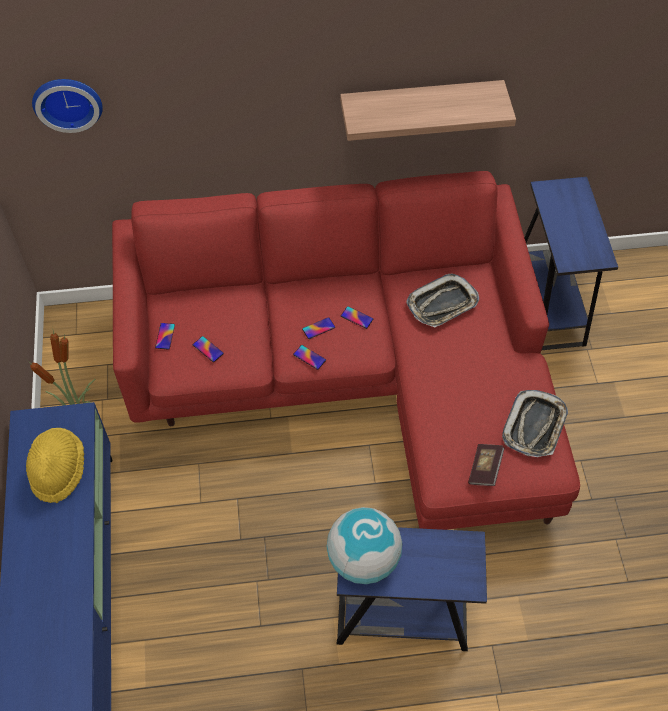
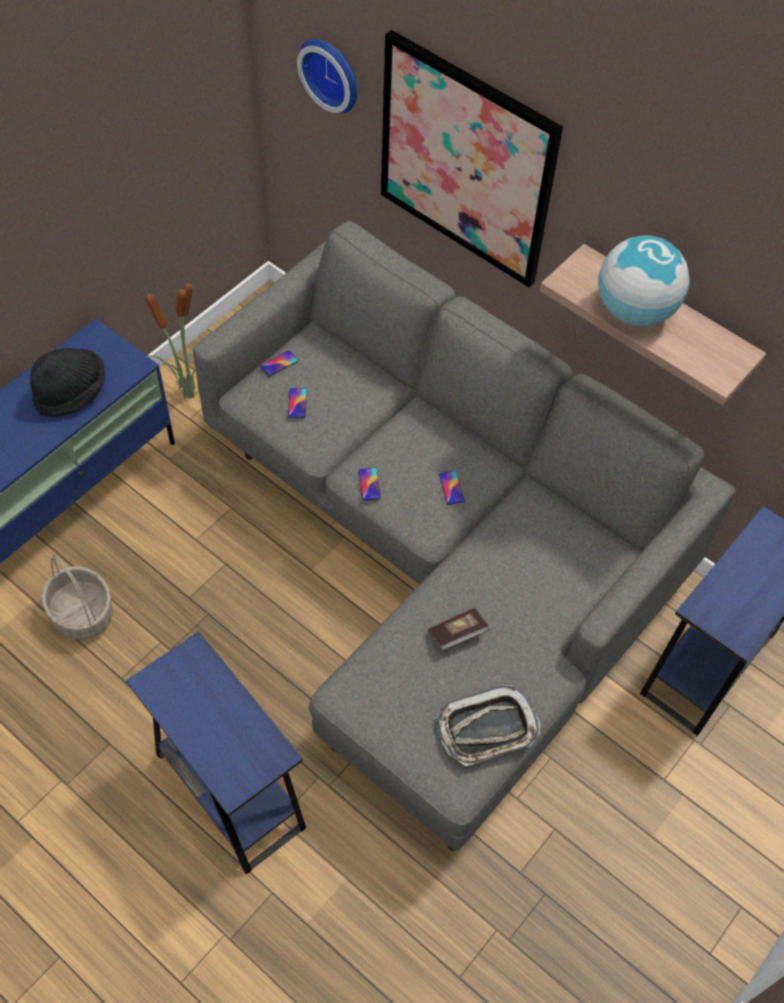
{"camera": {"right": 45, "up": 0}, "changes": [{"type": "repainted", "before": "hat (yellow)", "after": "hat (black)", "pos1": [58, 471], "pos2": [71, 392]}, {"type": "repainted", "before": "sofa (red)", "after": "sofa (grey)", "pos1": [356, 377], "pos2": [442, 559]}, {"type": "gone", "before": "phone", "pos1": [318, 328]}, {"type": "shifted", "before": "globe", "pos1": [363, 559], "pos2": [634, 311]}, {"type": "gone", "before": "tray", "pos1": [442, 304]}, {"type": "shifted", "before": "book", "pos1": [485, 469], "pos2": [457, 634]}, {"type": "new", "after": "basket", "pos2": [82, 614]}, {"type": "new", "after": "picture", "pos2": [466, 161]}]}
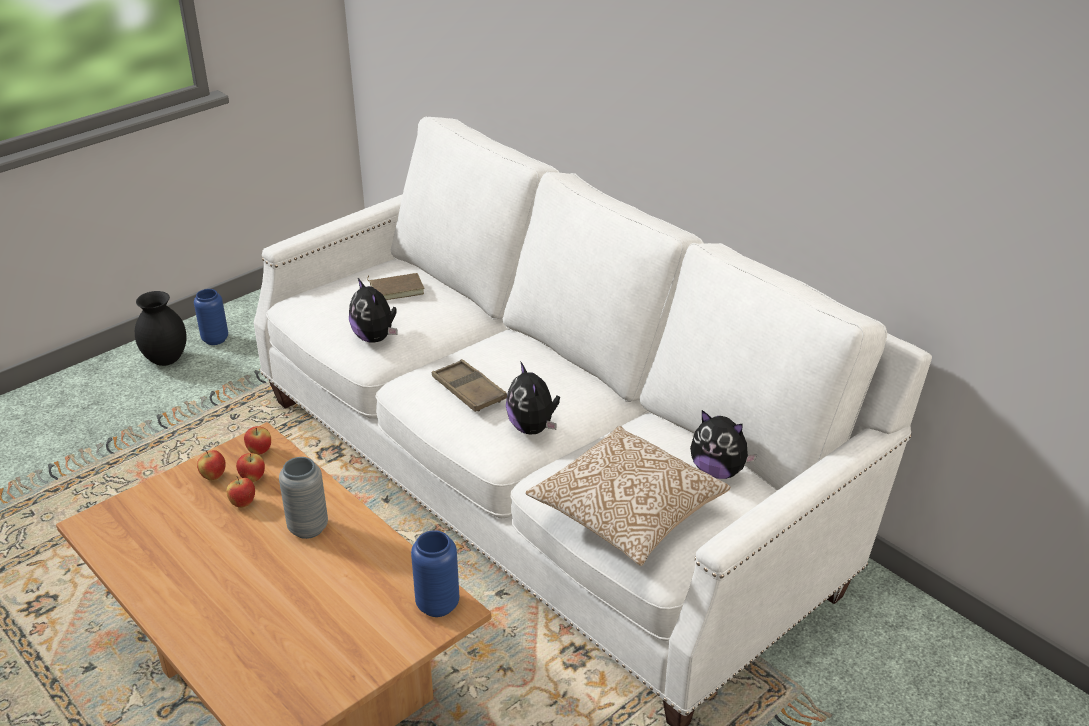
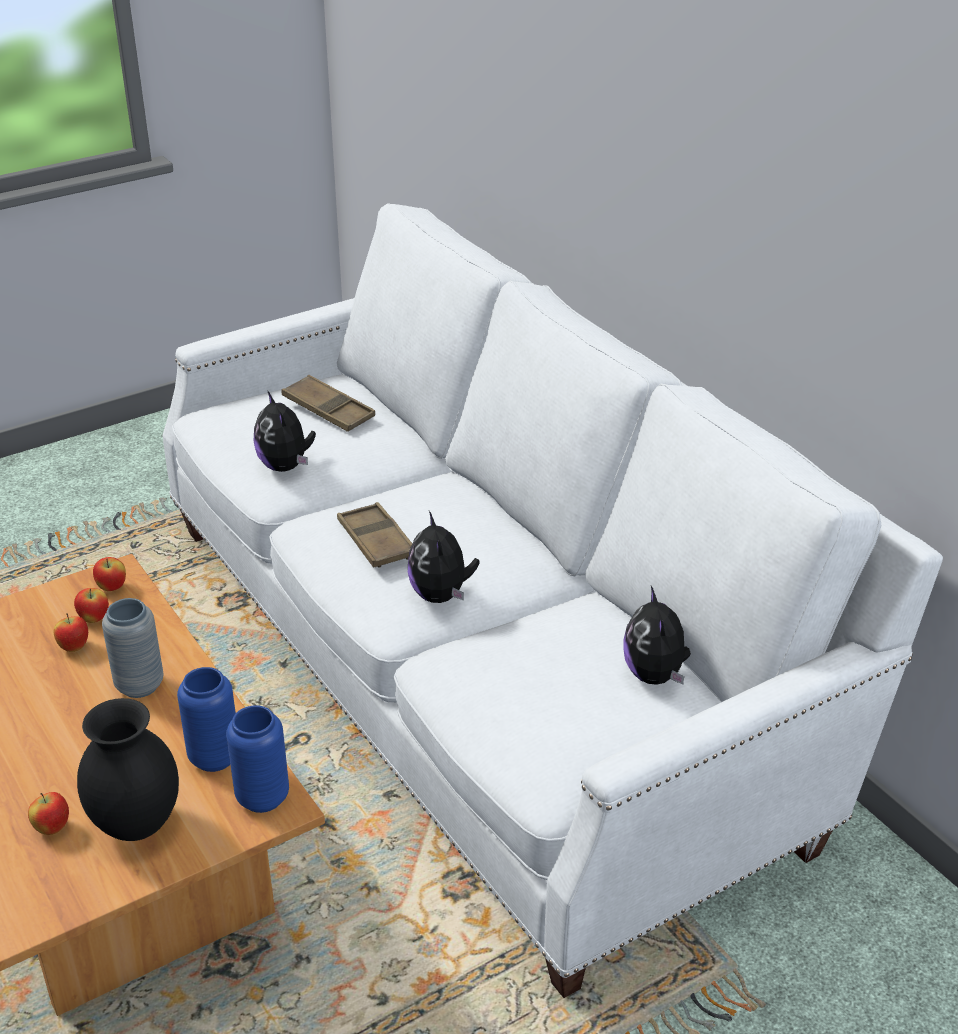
{"camera": {"right": 10, "up": 0}, "changes": [{"type": "shifted", "before": "vase (black)", "pos1": [166, 359], "pos2": [136, 824]}, {"type": "shifted", "before": "vase (blue)", "pos1": [215, 339], "pos2": [214, 757]}, {"type": "shifted", "before": "apple", "pos1": [214, 476], "pos2": [52, 828]}, {"type": "swapped", "before": "book (brown)", "after": "tray (brown)", "pos1": [396, 289], "pos2": [328, 410]}, {"type": "gone", "before": "pillow", "pos1": [626, 513]}, {"type": "rotated", "before": "plush toy", "pos1": [718, 471], "pos2": [656, 675], "turn": 45}]}
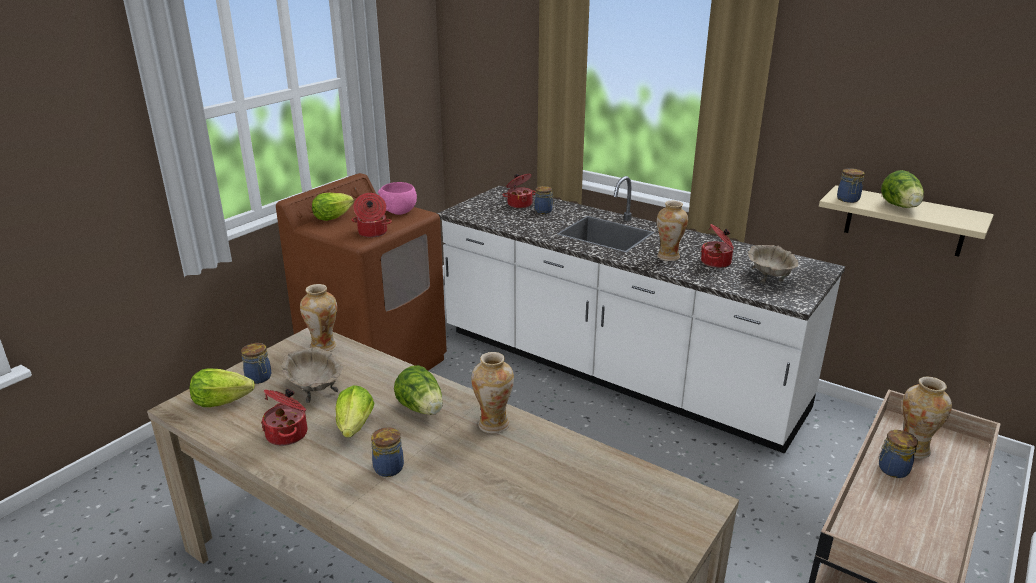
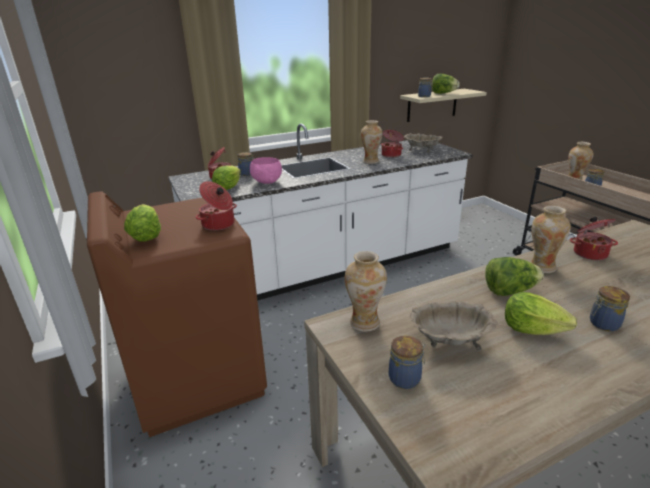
{"camera": {"right": -60, "up": 0}, "changes": [{"type": "shifted", "before": "lettuce", "pos1": [221, 401], "pos2": [228, 187]}, {"type": "shifted", "before": "cooking pot", "pos1": [288, 434], "pos2": [589, 253]}, {"type": "shifted", "before": "bowl (pink)", "pos1": [399, 212], "pos2": [267, 181]}]}
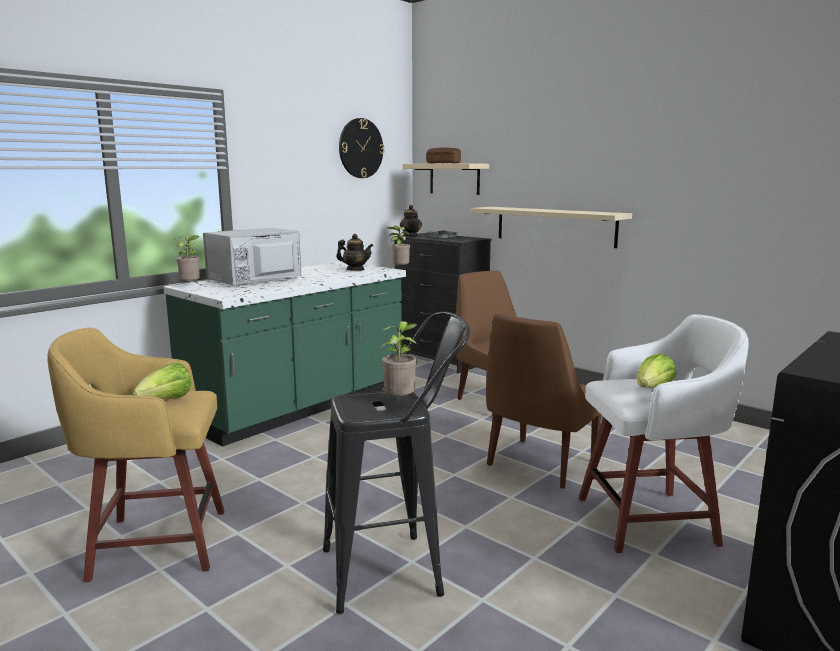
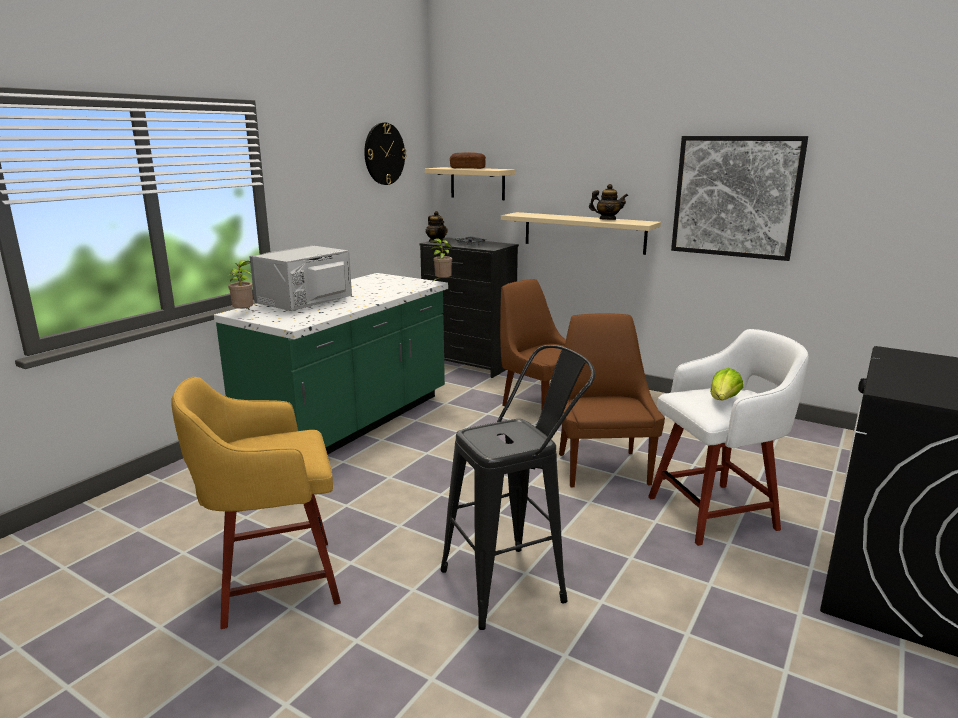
{"camera": {"right": -10, "up": 5}, "changes": [{"type": "gone", "before": "lettuce", "pos1": [165, 401]}, {"type": "shifted", "before": "teapot", "pos1": [355, 270], "pos2": [607, 219]}, {"type": "gone", "before": "potted plant", "pos1": [400, 402]}, {"type": "rotated", "before": "chair (brown)", "pos1": [539, 464], "pos2": [602, 467], "turn": 150}, {"type": "new", "after": "picture", "pos2": [735, 197]}]}
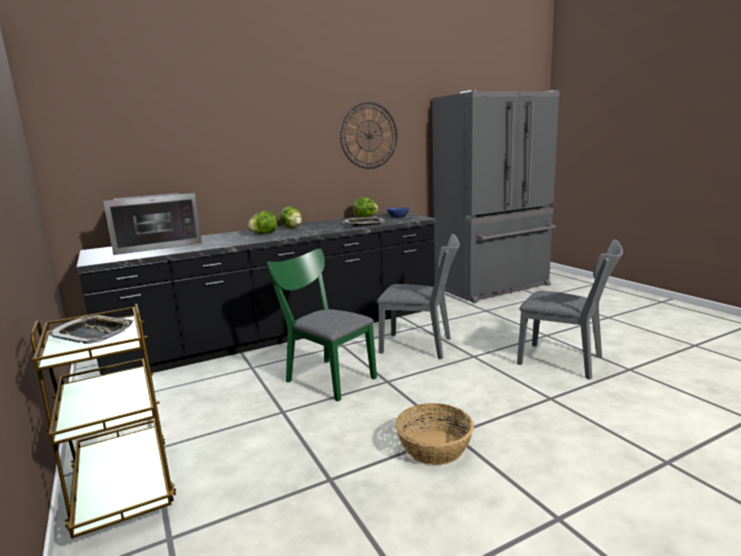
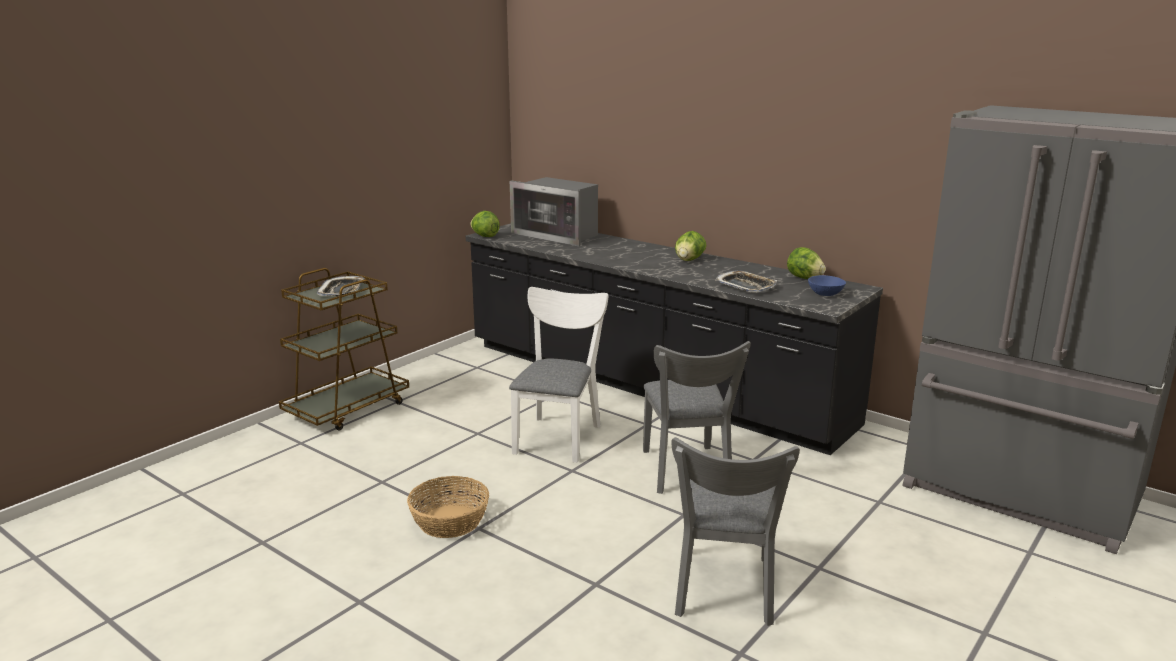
{"camera": {"right": 65, "up": 5}, "changes": [{"type": "shifted", "before": "lettuce", "pos1": [264, 234], "pos2": [485, 236]}, {"type": "repainted", "before": "chair (green)", "after": "chair (white)", "pos1": [326, 377], "pos2": [559, 435]}, {"type": "gone", "before": "wall clock", "pos1": [369, 135]}]}
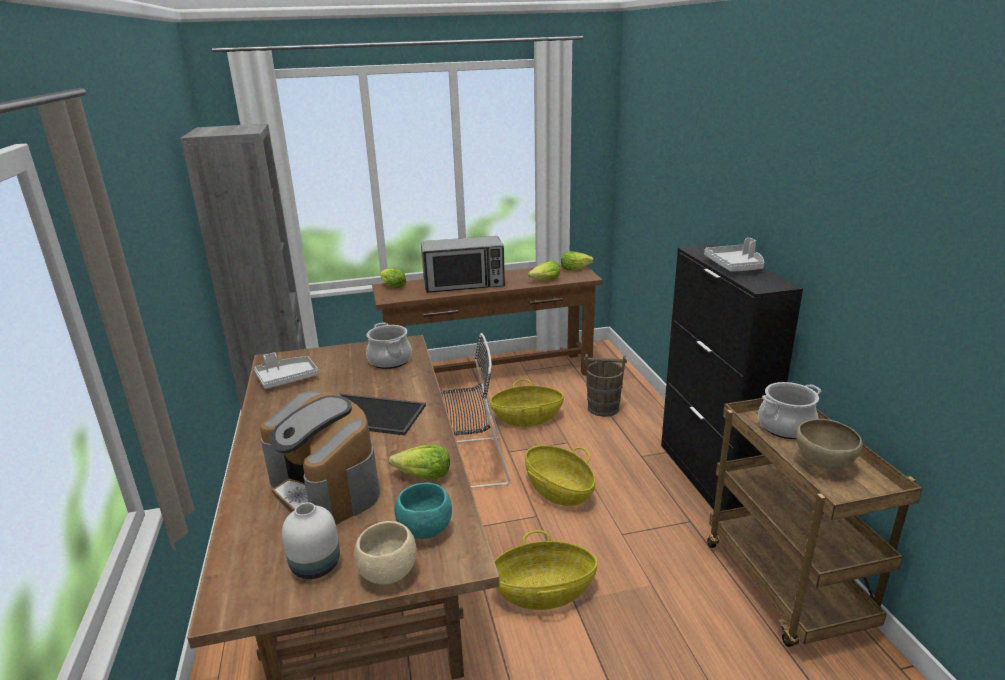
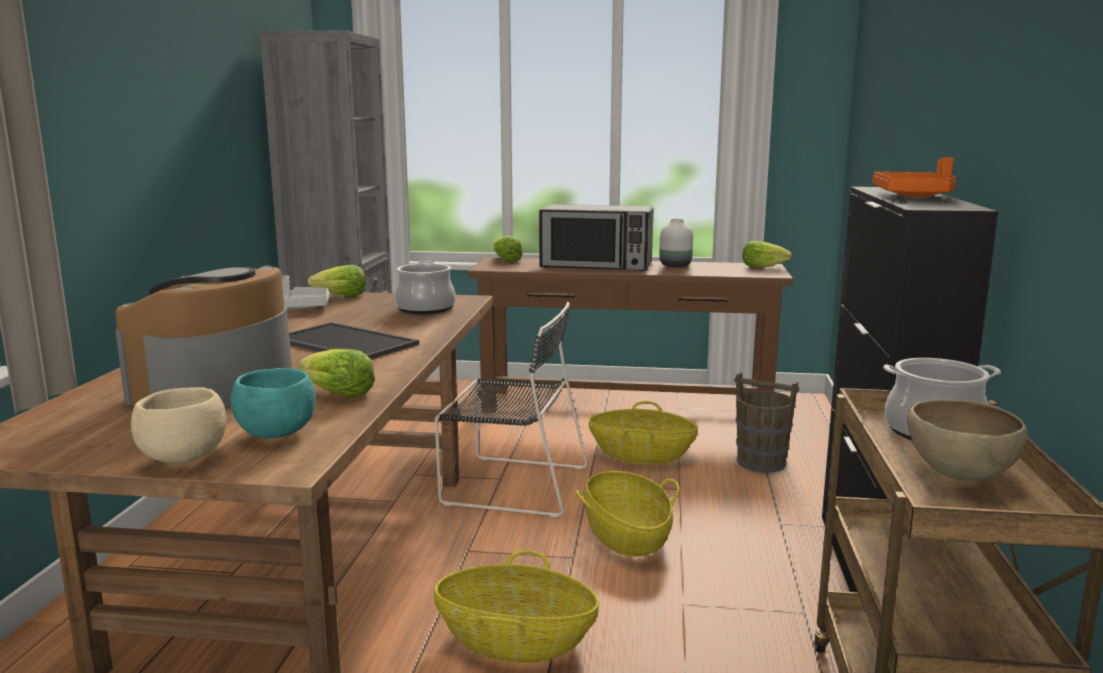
{"camera": {"right": 20, "up": -10}, "changes": [{"type": "rotated", "before": "coffee machine", "pos1": [327, 488], "pos2": [216, 386], "turn": 45}, {"type": "shifted", "before": "vase (white)", "pos1": [315, 565], "pos2": [675, 265]}, {"type": "shifted", "before": "lettuce", "pos1": [545, 280], "pos2": [340, 296]}, {"type": "repainted", "before": "tray (grey)", "after": "tray (orange)", "pos1": [735, 266], "pos2": [914, 196]}]}
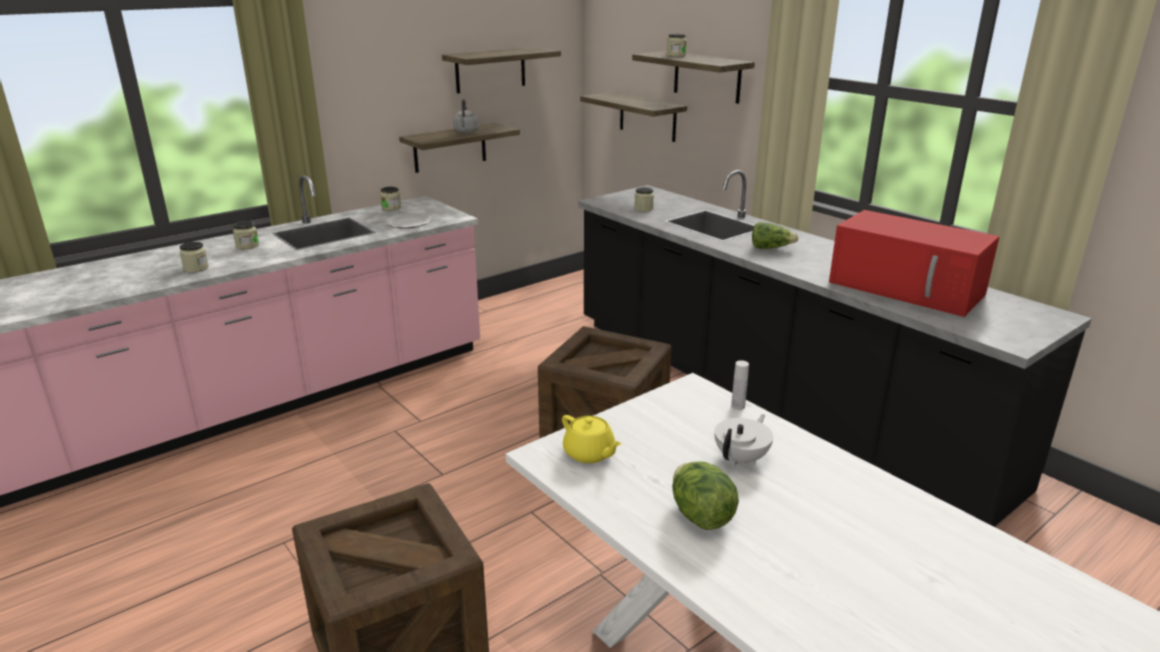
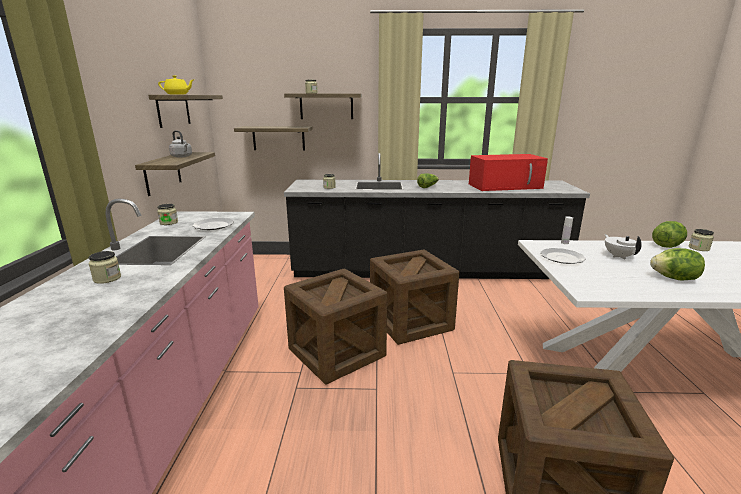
{"camera": {"right": -50, "up": -5}, "changes": [{"type": "shifted", "before": "jar", "pos1": [196, 268], "pos2": [699, 248]}, {"type": "shifted", "before": "teapot (yellow)", "pos1": [589, 454], "pos2": [177, 94]}, {"type": "new", "after": "crate", "pos2": [336, 352]}, {"type": "new", "after": "plate", "pos2": [561, 257]}, {"type": "new", "after": "lettuce", "pos2": [667, 246]}]}
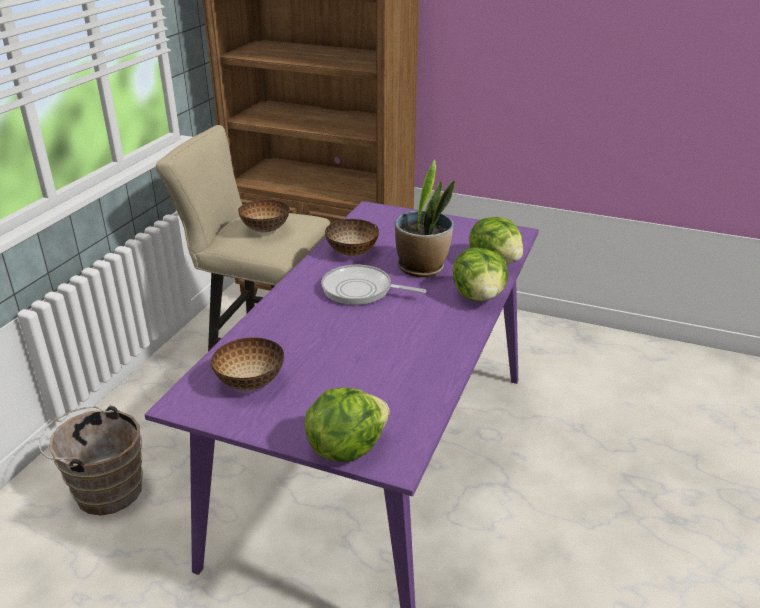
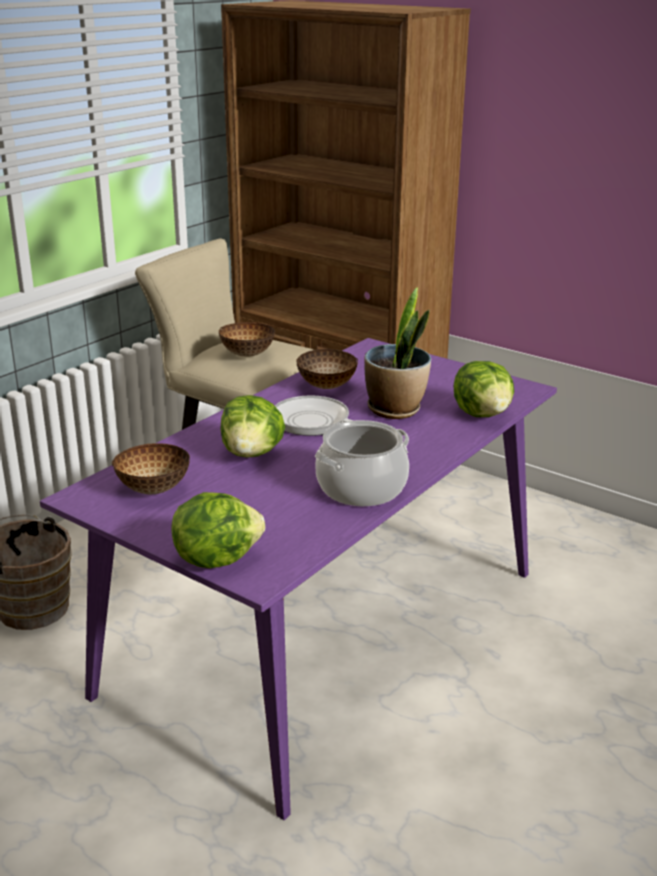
{"camera": {"right": 15, "up": -5}, "changes": [{"type": "shifted", "before": "lettuce", "pos1": [479, 296], "pos2": [252, 454]}, {"type": "new", "after": "cooking pot", "pos2": [361, 488]}]}
